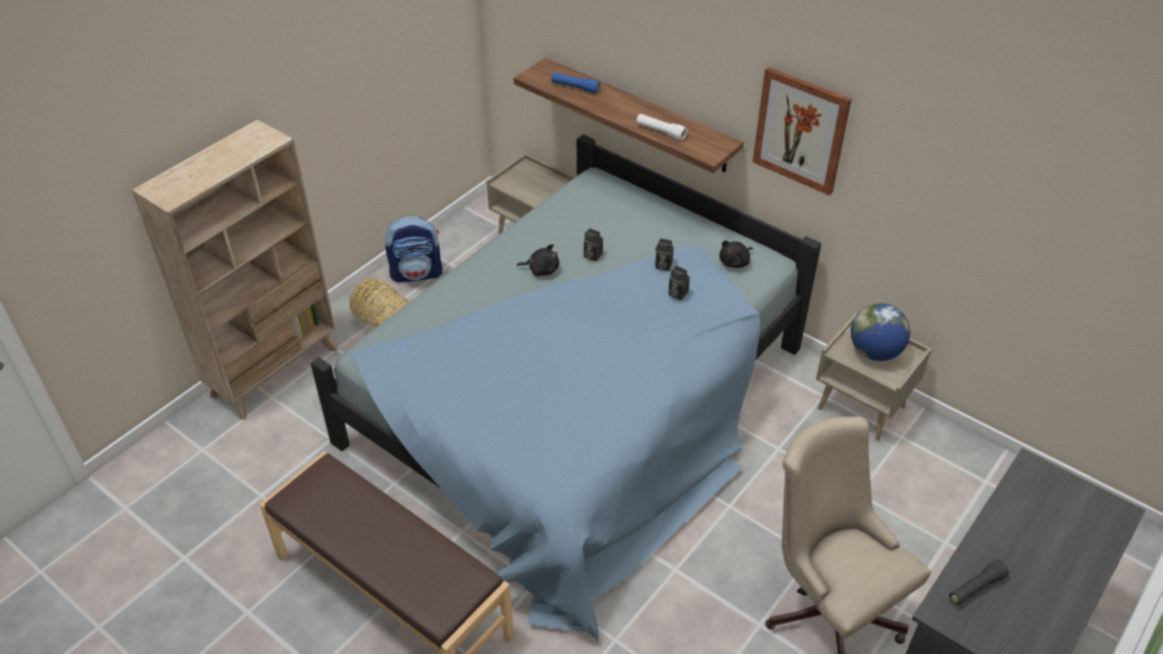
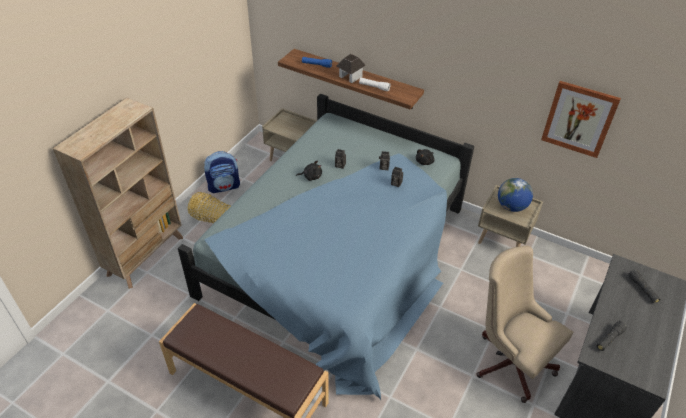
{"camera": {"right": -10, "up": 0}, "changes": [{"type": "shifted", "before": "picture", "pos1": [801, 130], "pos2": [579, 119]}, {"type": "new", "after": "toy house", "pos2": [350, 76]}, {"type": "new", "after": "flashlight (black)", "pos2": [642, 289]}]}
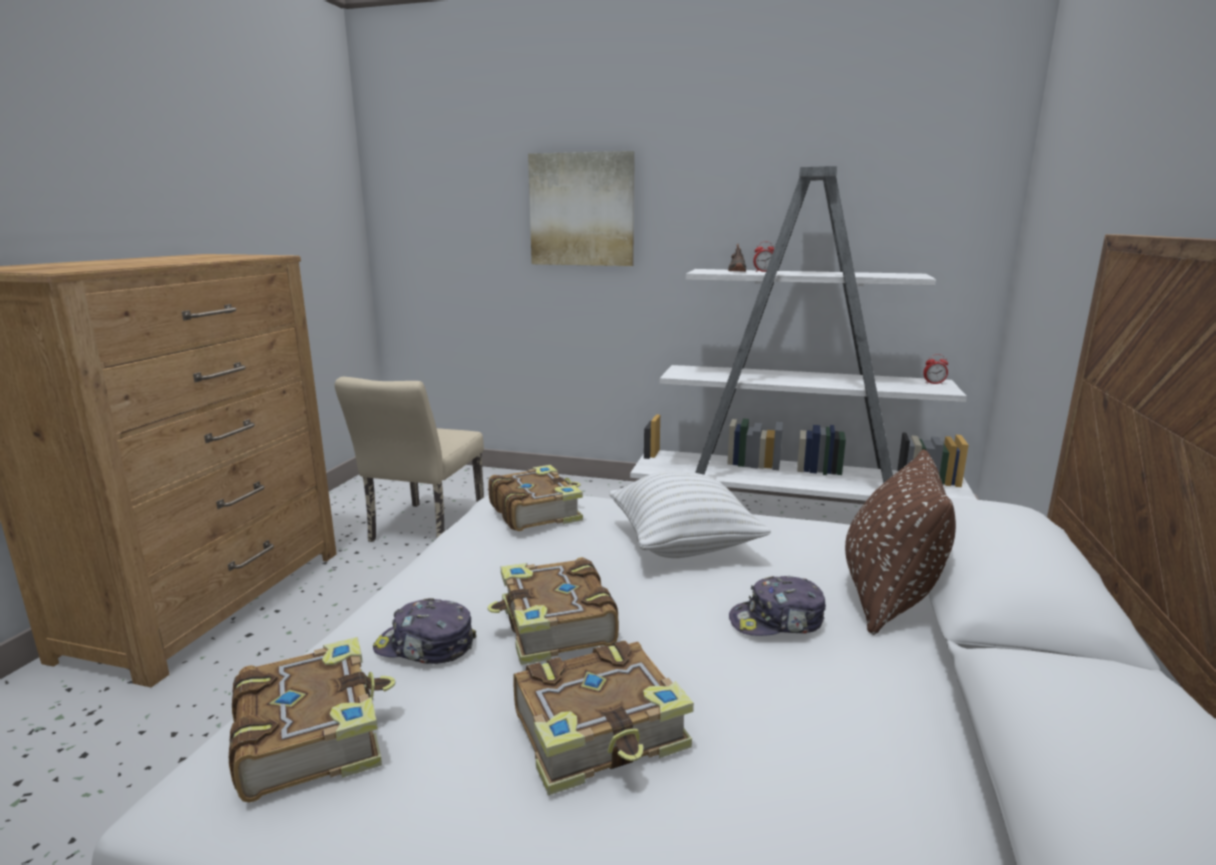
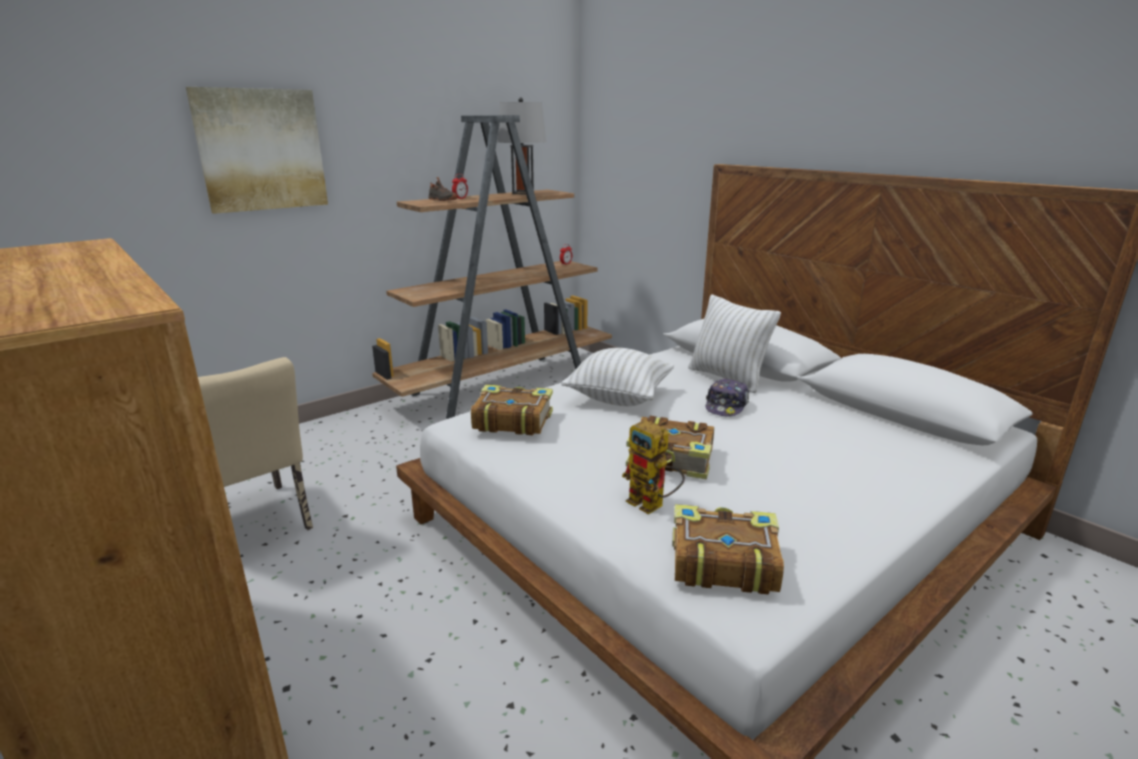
{"camera": {"right": -55, "up": 5}, "changes": [{"type": "swapped", "before": "cap", "after": "toy robot", "pos1": [425, 646], "pos2": [652, 505]}, {"type": "gone", "before": "book", "pos1": [601, 732]}, {"type": "repainted", "before": "bookcase (white)", "after": "bookcase (brown)", "pos1": [792, 517], "pos2": [503, 384]}, {"type": "repainted", "before": "pillow (brown)", "after": "pillow (white)", "pos1": [888, 597], "pos2": [727, 378]}, {"type": "new", "after": "table lamp (grey)", "pos2": [523, 193]}]}
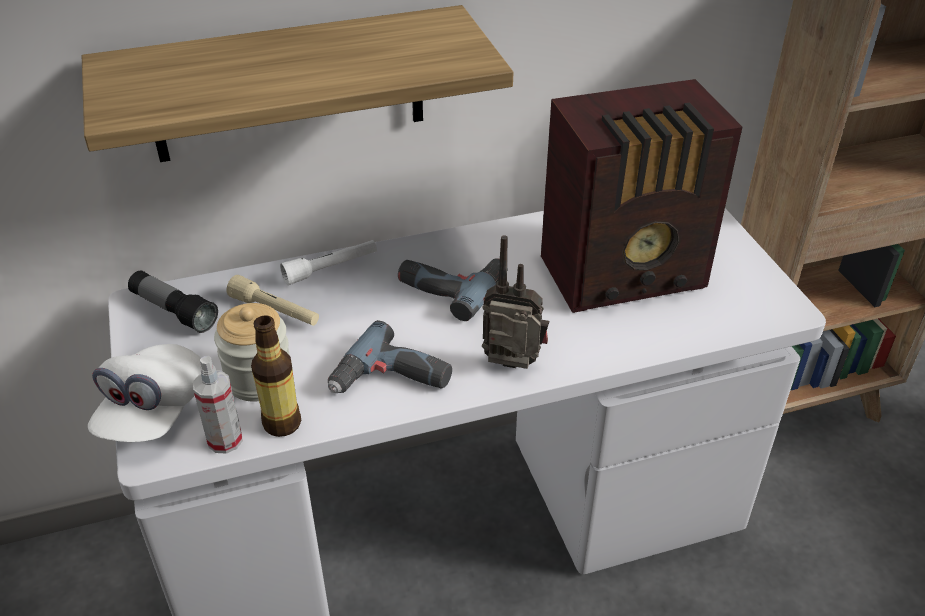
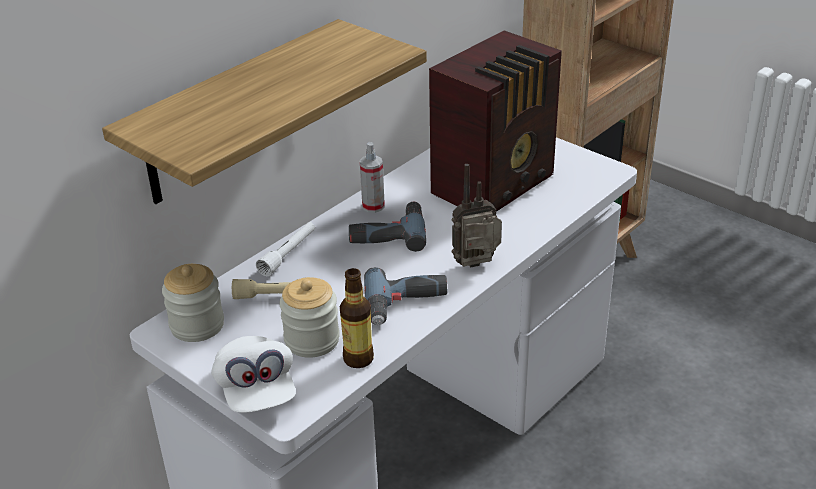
{"camera": {"right": -30, "up": -5}, "changes": [{"type": "swapped", "before": "flashlight", "after": "jar", "pos1": [174, 311], "pos2": [197, 325]}, {"type": "shifted", "before": "spray bottle", "pos1": [225, 440], "pos2": [373, 206]}]}
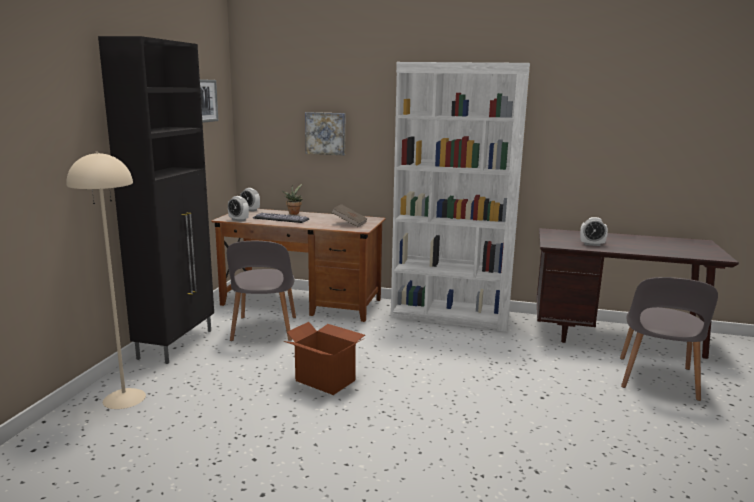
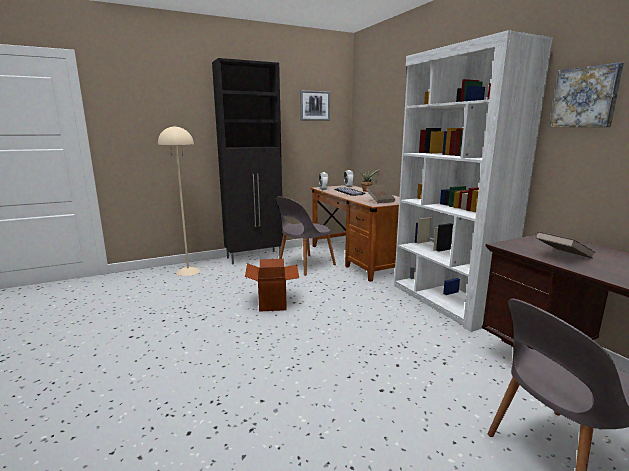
{"camera": {"right": 50, "up": 0}, "changes": [{"type": "shifted", "before": "picture", "pos1": [326, 133], "pos2": [585, 97]}, {"type": "swapped", "before": "alarm clock", "after": "book (brown)", "pos1": [592, 244], "pos2": [562, 256]}]}
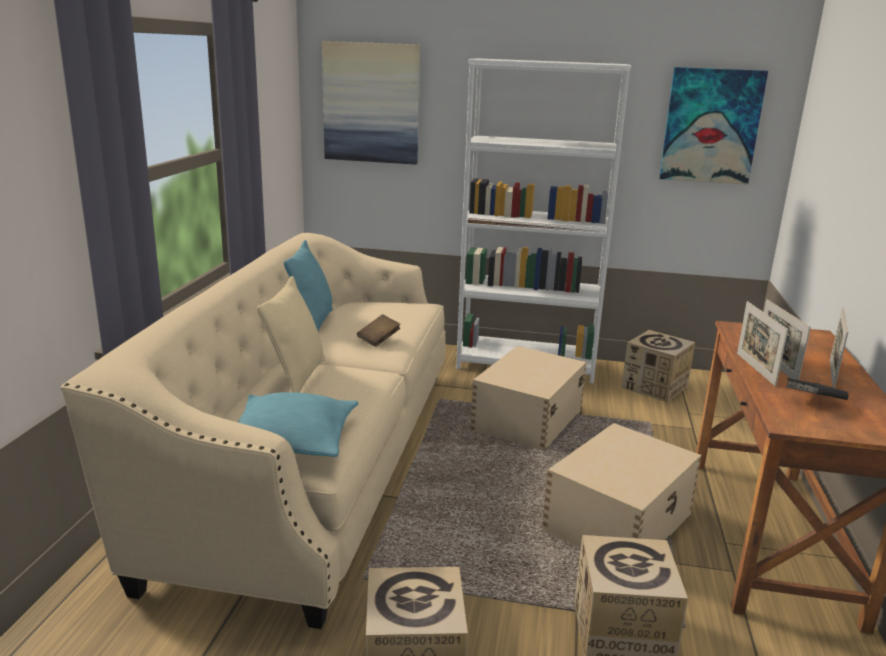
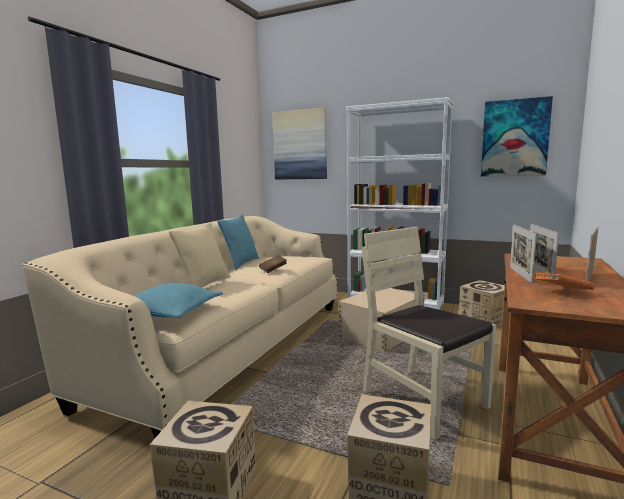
{"camera": {"right": 15, "up": -10}, "changes": [{"type": "swapped", "before": "storage box (beige)", "after": "chair (beige)", "pos1": [619, 521], "pos2": [423, 400]}, {"type": "repainted", "before": "book (black)", "after": "book (orange)", "pos1": [813, 401], "pos2": [562, 292]}]}
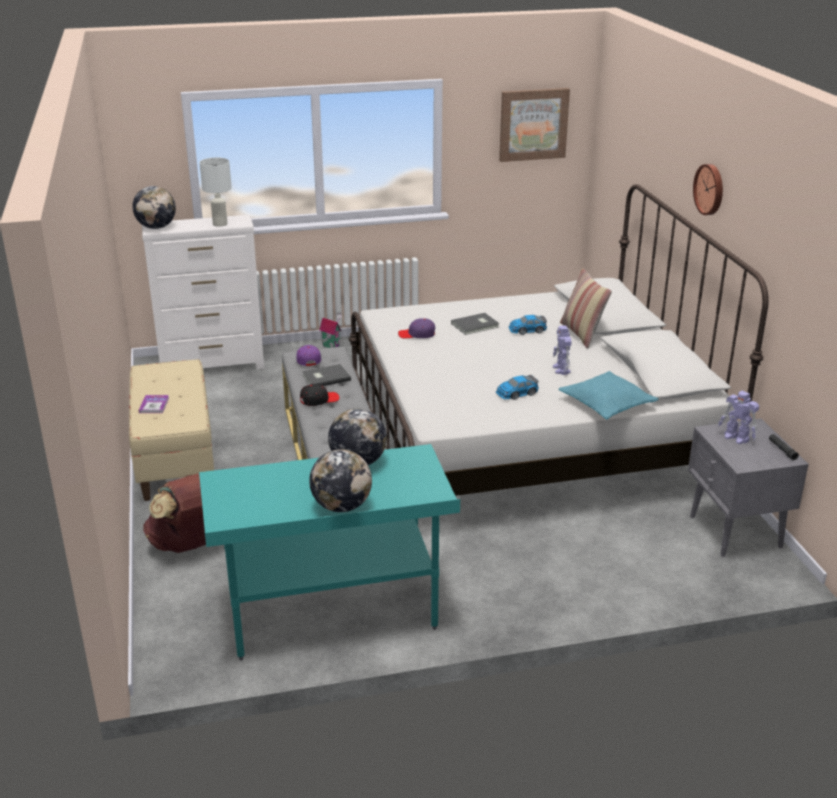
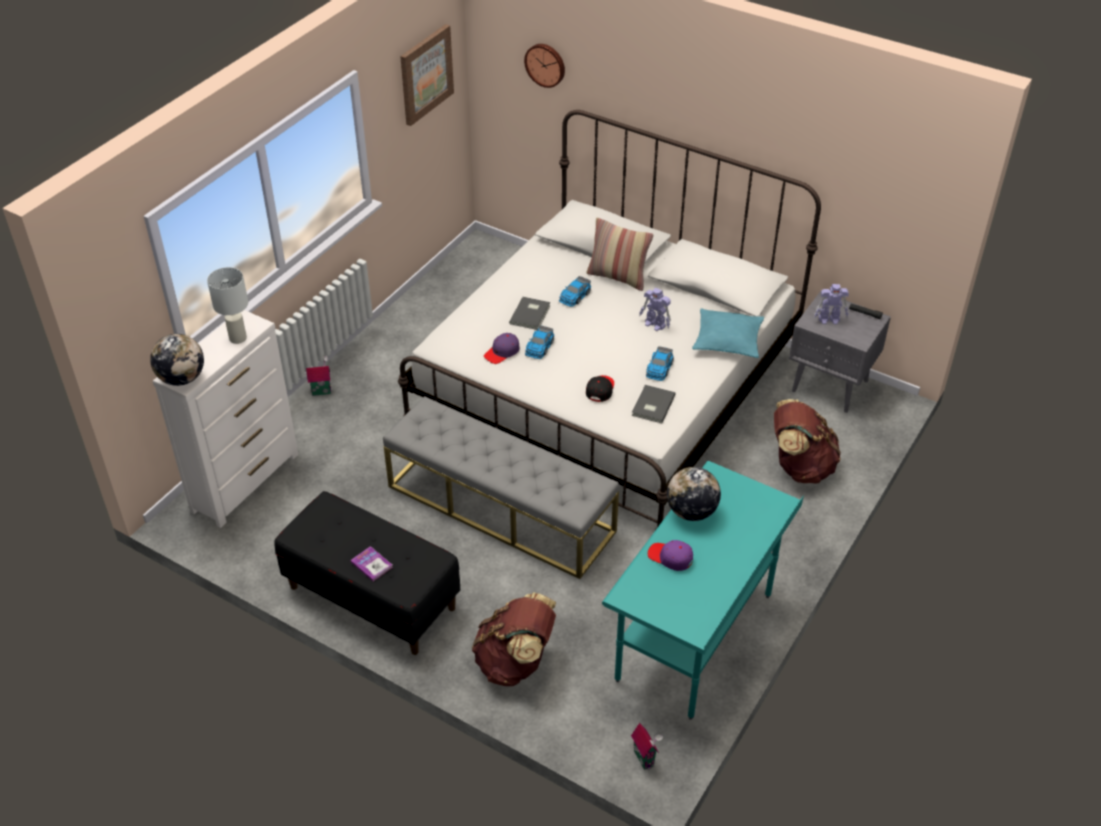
{"camera": {"right": -45, "up": 15}, "changes": [{"type": "repainted", "before": "bench (beige)", "after": "bench (black)", "pos1": [175, 457], "pos2": [371, 598]}, {"type": "shifted", "before": "cap (purple)", "pos1": [307, 359], "pos2": [670, 557]}, {"type": "shifted", "before": "cap (black)", "pos1": [319, 400], "pos2": [600, 390]}, {"type": "shifted", "before": "book (grey)", "pos1": [325, 377], "pos2": [652, 405]}, {"type": "gone", "before": "globe", "pos1": [341, 506]}, {"type": "shifted", "before": "wall clock", "pos1": [710, 189], "pos2": [545, 64]}, {"type": "new", "after": "toy car", "pos2": [539, 347]}, {"type": "new", "after": "toy house", "pos2": [645, 758]}, {"type": "new", "after": "backpack (brown)", "pos2": [799, 467]}]}
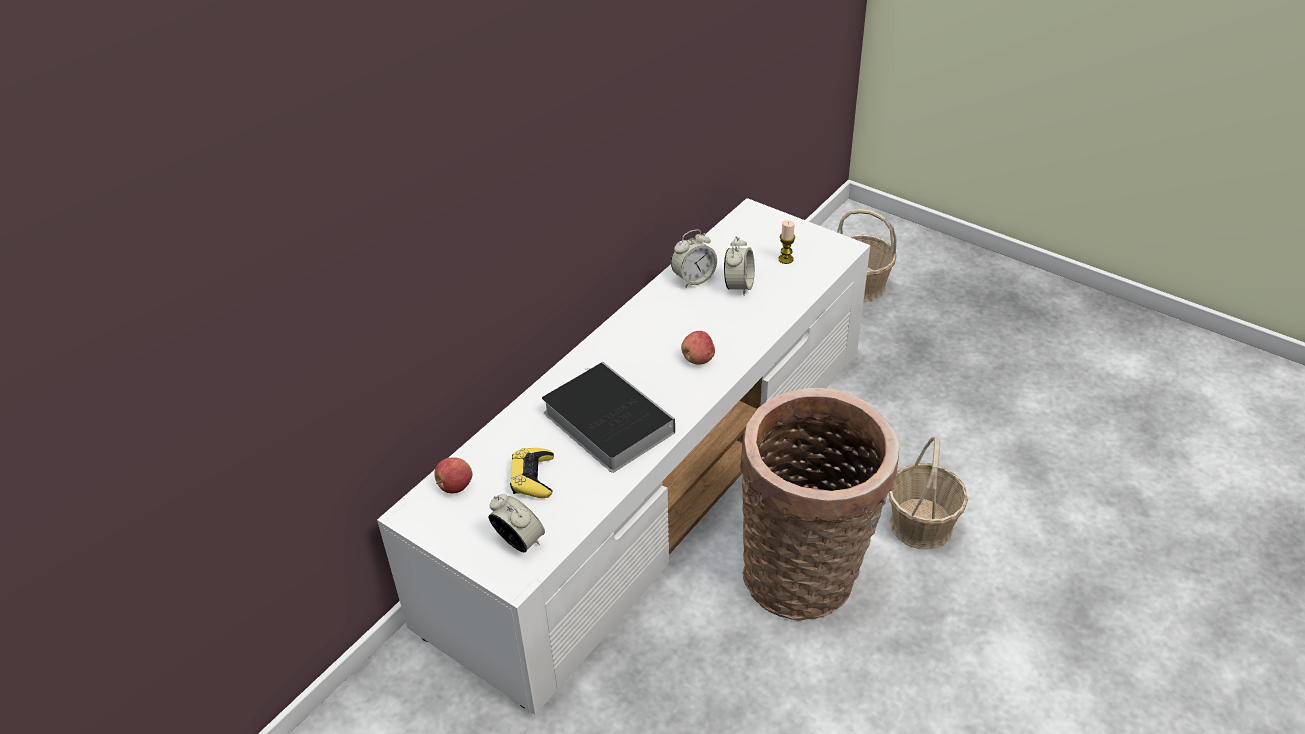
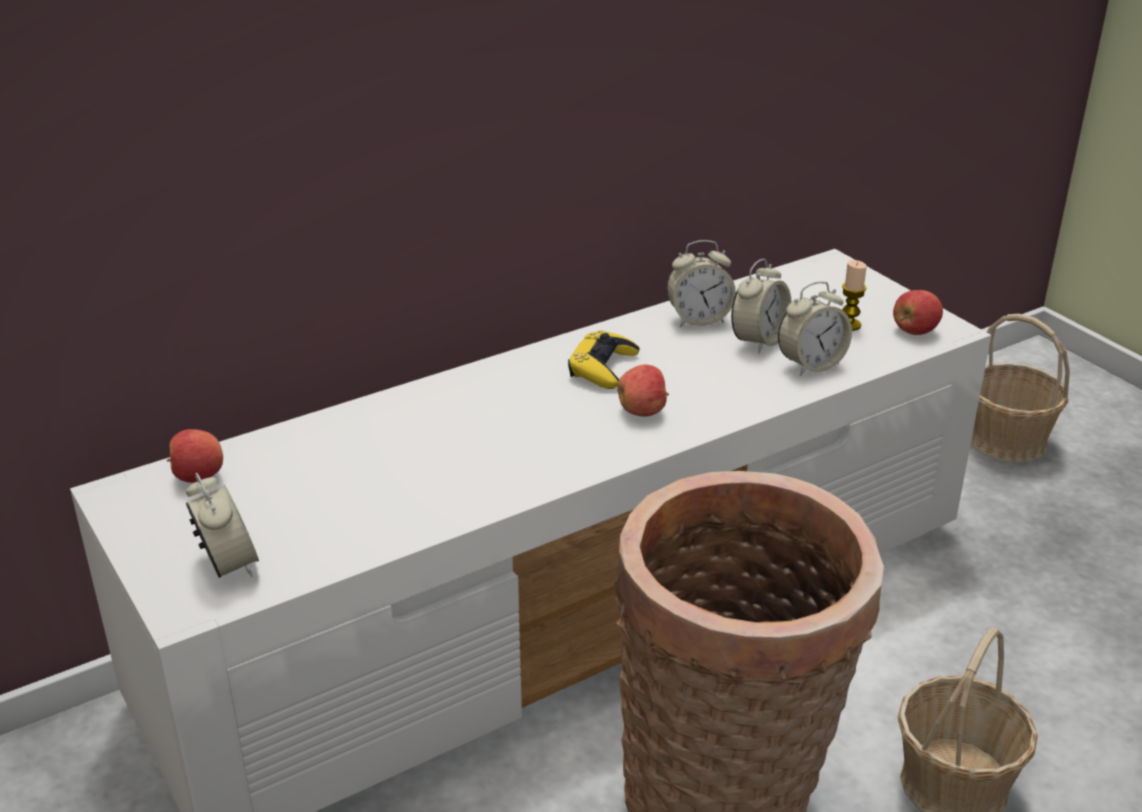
{"camera": {"right": 20, "up": -10}, "changes": [{"type": "shifted", "before": "game controller (yellow)", "pos1": [533, 477], "pos2": [602, 368]}, {"type": "gone", "before": "book", "pos1": [604, 421]}, {"type": "new", "after": "alarm clock", "pos2": [811, 365]}, {"type": "new", "after": "apple", "pos2": [914, 331]}]}
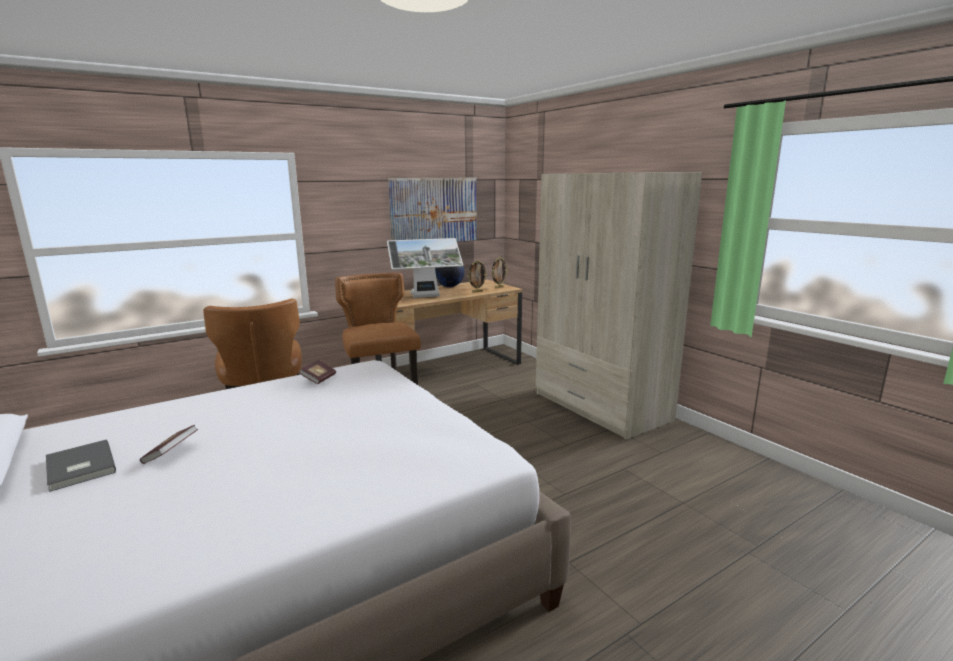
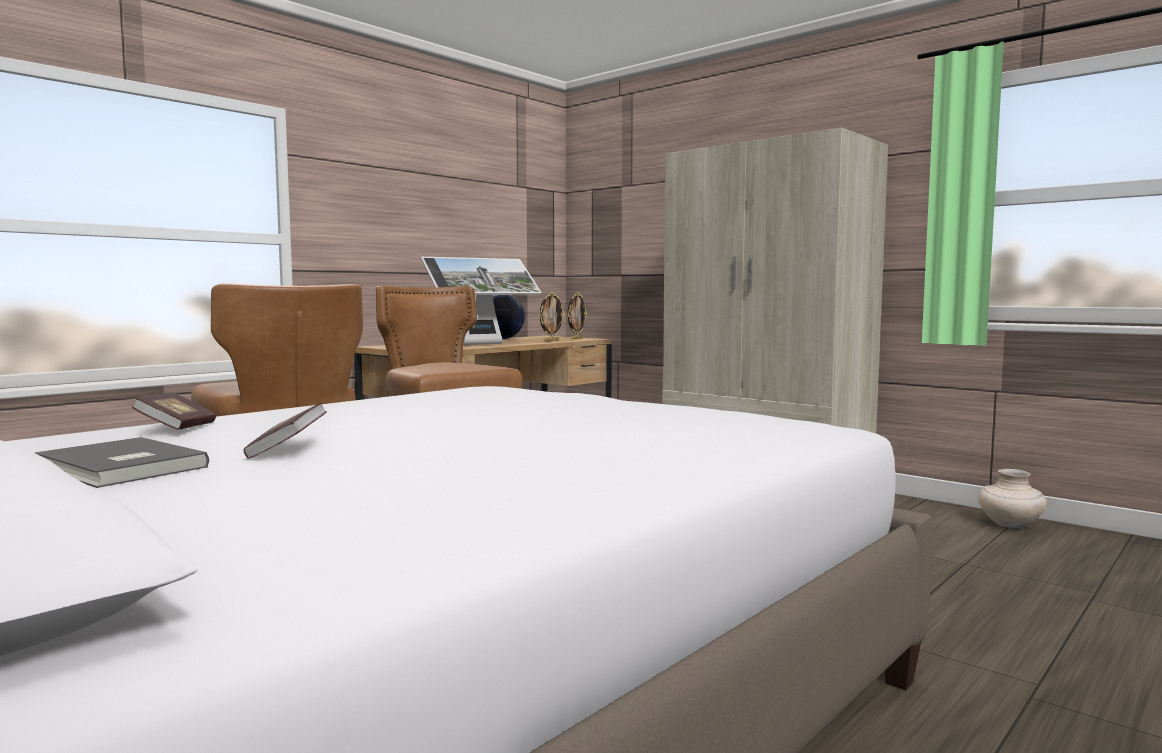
{"camera": {"right": -15, "up": -10}, "changes": [{"type": "shifted", "before": "book", "pos1": [319, 379], "pos2": [177, 428]}, {"type": "gone", "before": "picture", "pos1": [434, 211]}, {"type": "new", "after": "vase (beige)", "pos2": [1010, 525]}]}
